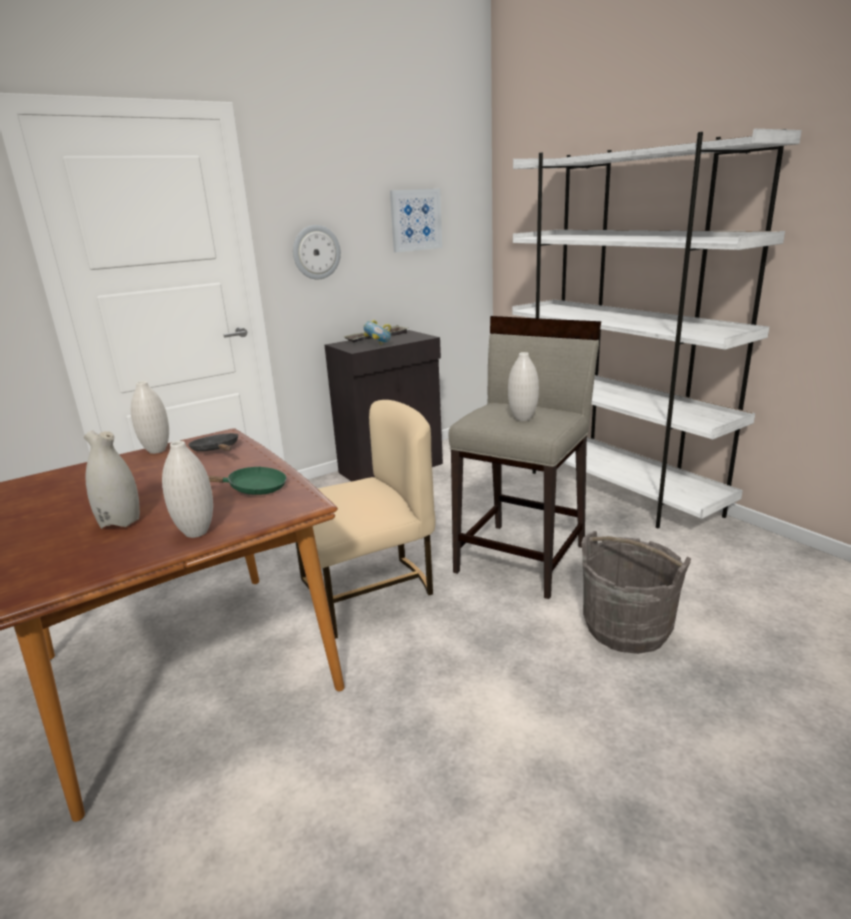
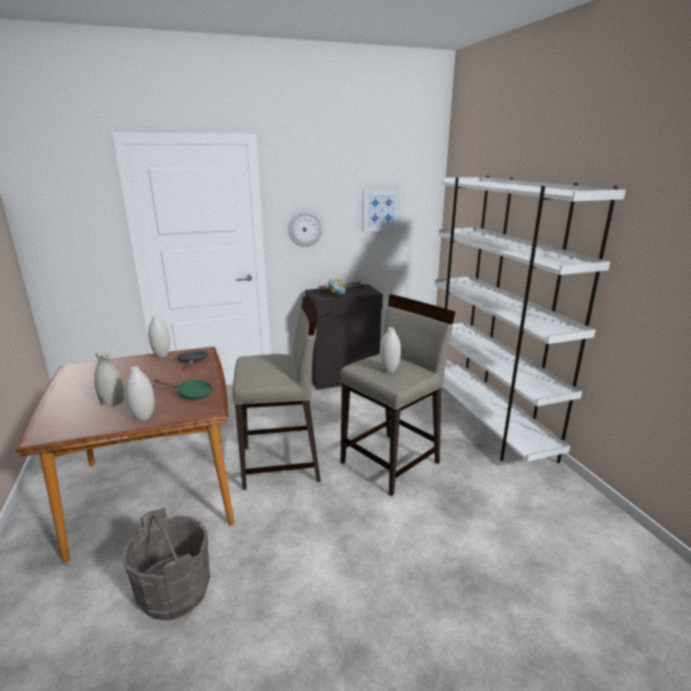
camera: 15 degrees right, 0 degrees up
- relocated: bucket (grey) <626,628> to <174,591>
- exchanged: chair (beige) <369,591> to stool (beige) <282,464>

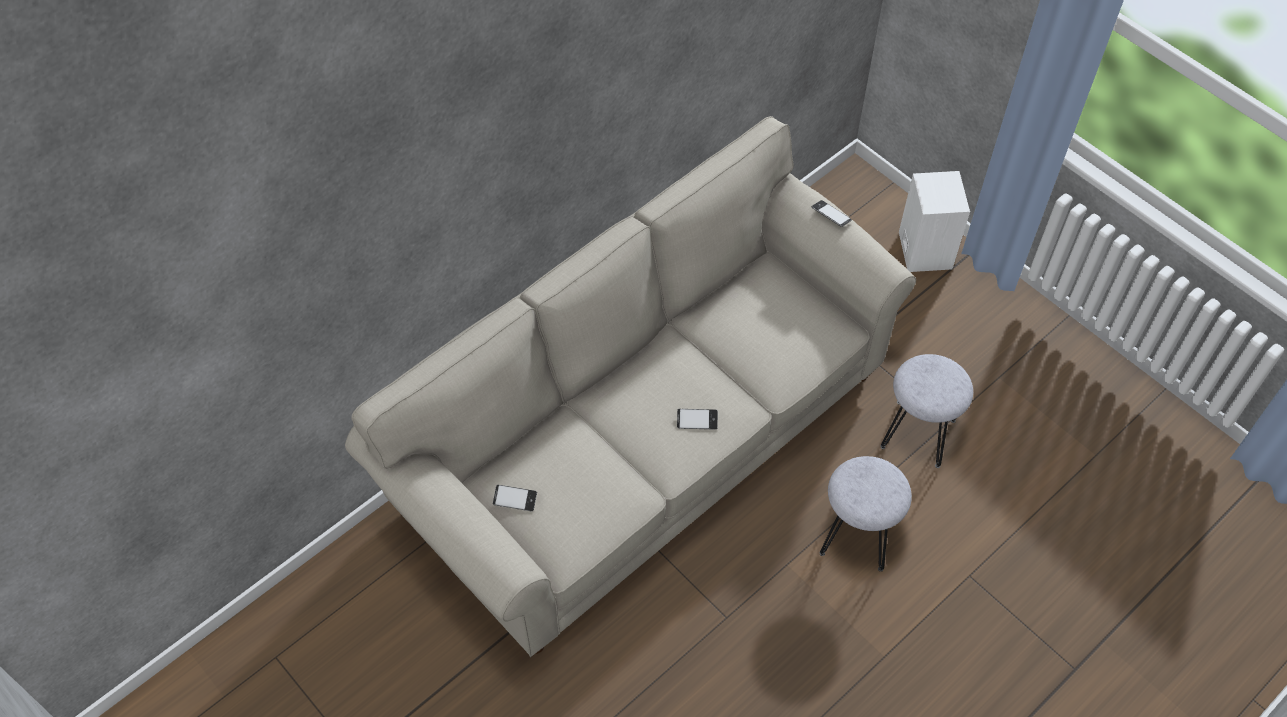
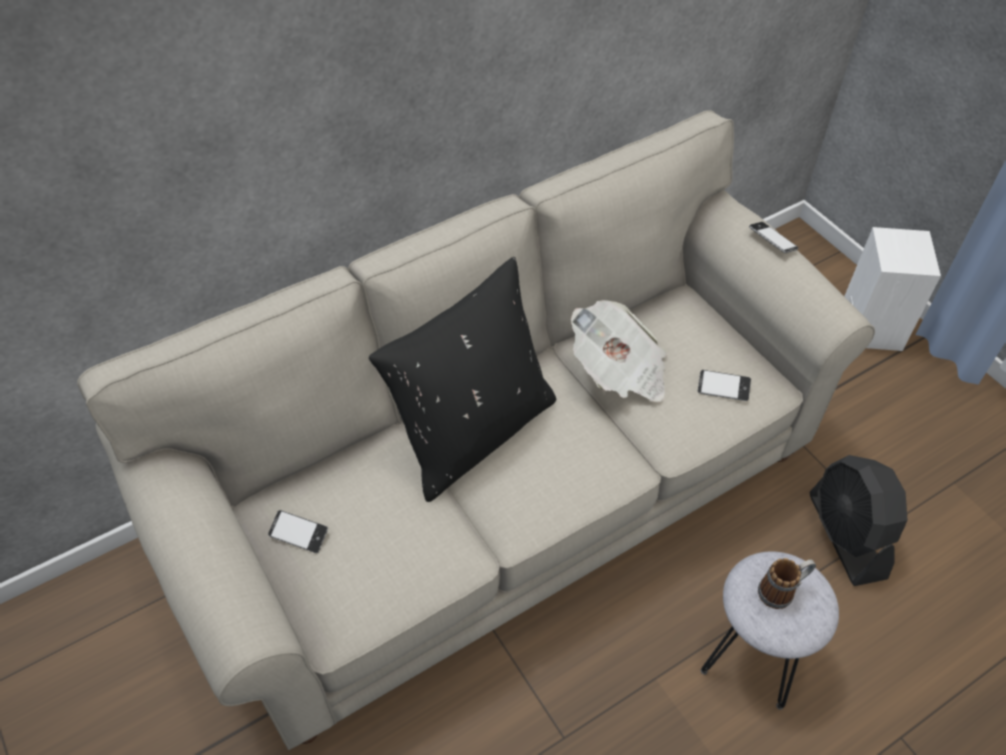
camera: 10 degrees right, 5 degrees down
- appeared: pillow (black) <473,432>
- appeared: newspaper <619,371>
- appeared: mug <782,590>
- relocated: phone <697,421> to <723,388>
- exchanged: stool (grey) <918,434> to fan (black) <846,536>

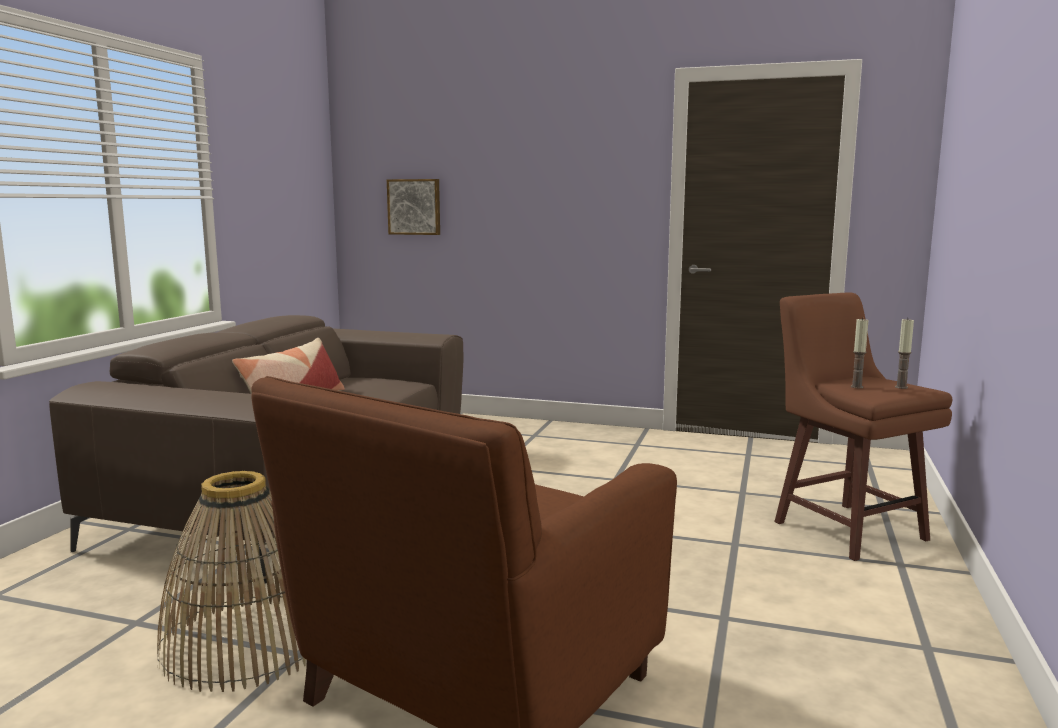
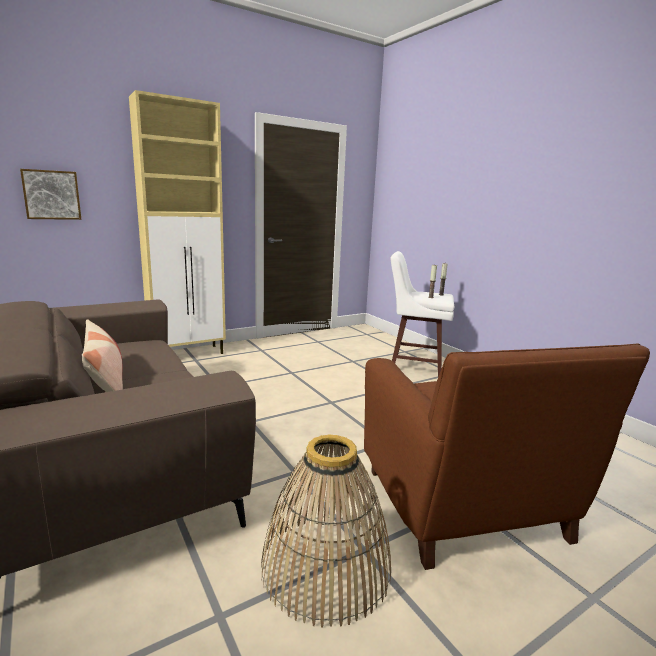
camera: 50 degrees left, 5 degrees up
- appeared: cabinet (beige) <188,354>
- colour: stool (brown) <847,529> to stool (white) <414,365>

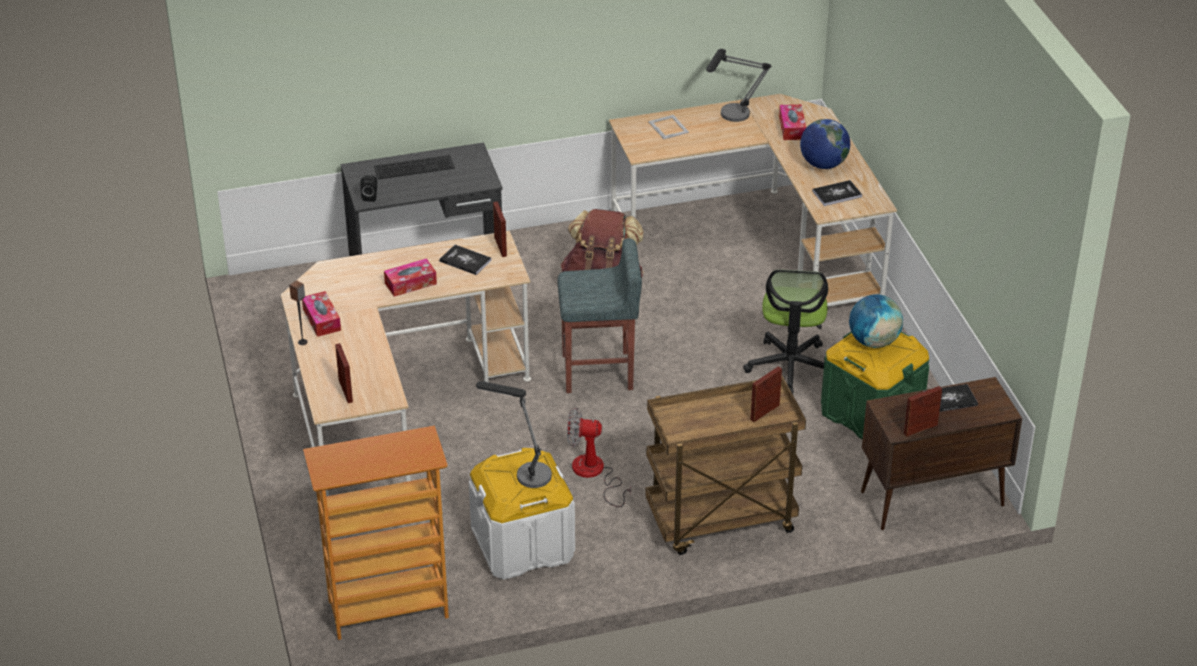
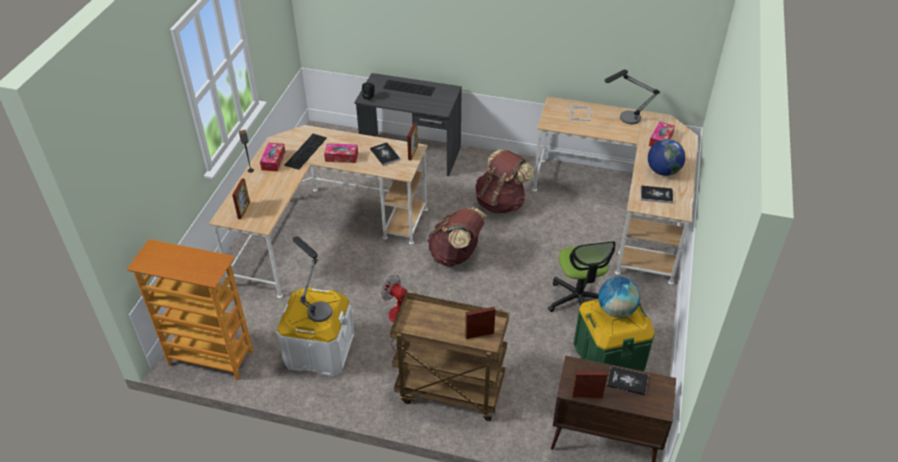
camera: 30 degrees right, 5 degrees up
- appeared: keyboard <305,150>
- exchanged: stool (grey) <599,372> to backpack (brown) <456,255>
- spun: office chair <790,366> = <578,300> 45 degrees counterclockwise

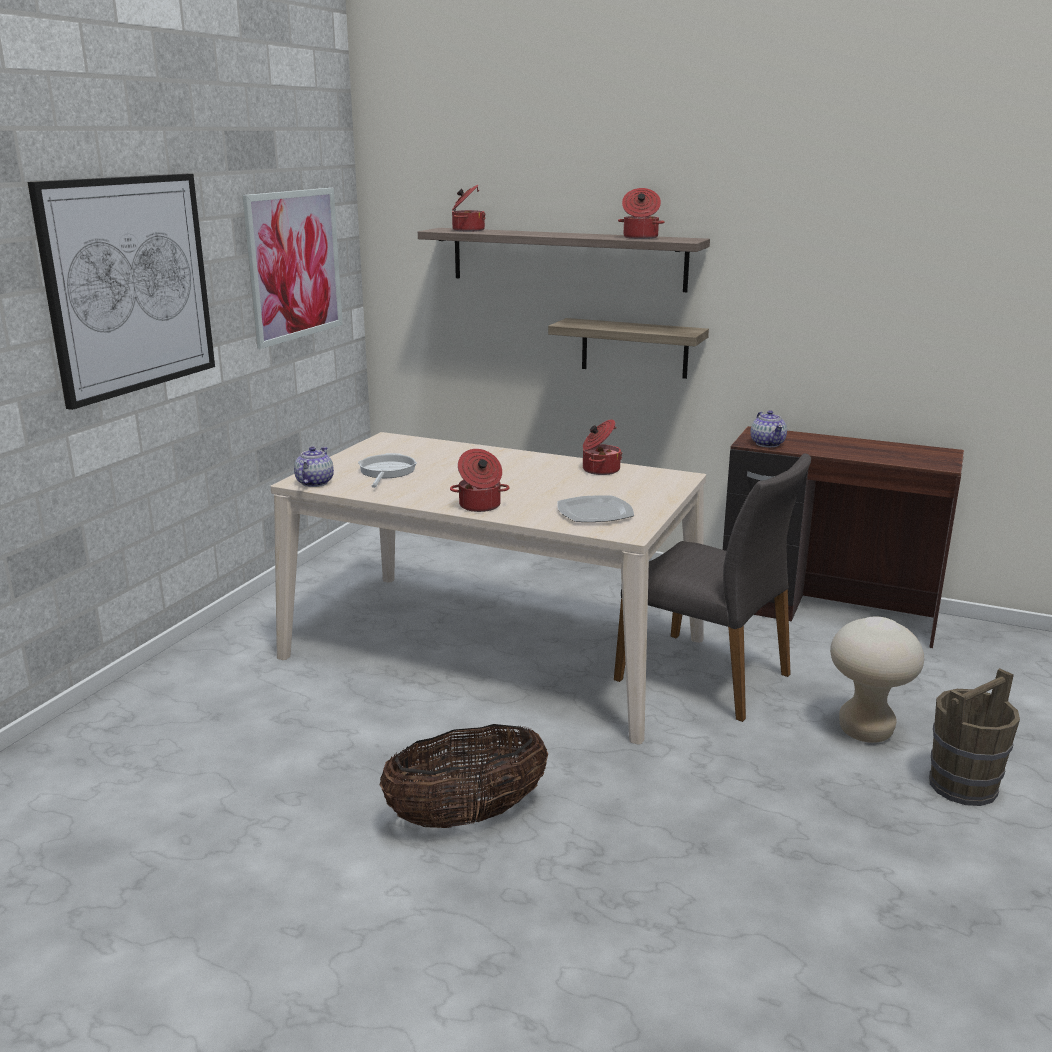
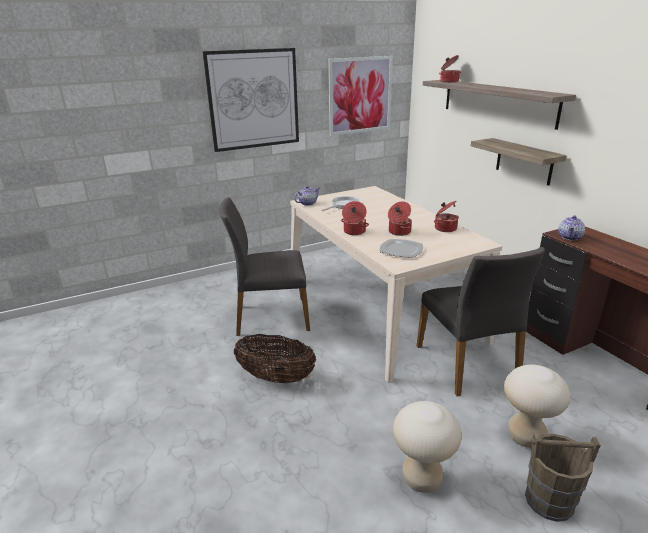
camera: 40 degrees right, 5 degrees up
- appeared: chair (grey) <270,316>
- appeared: stool (beige) <421,479>
- relocated: cooking pot <640,237> to <399,232>

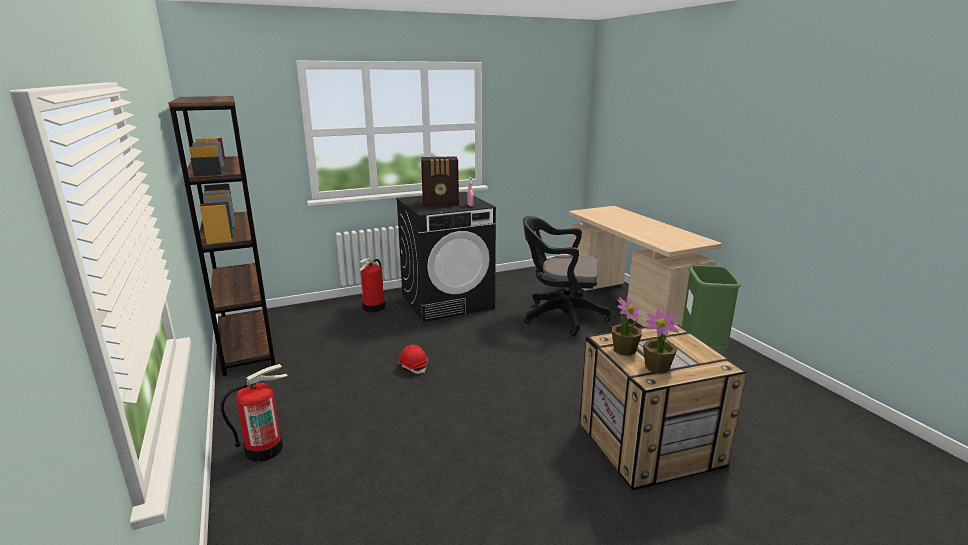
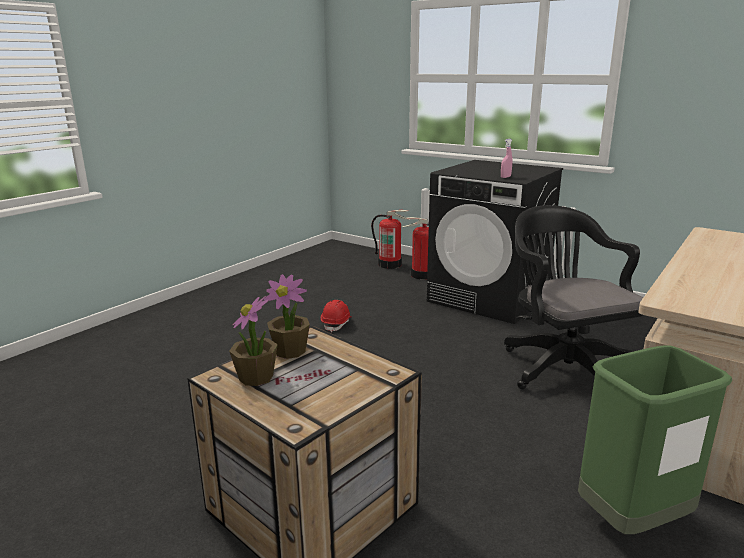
camera: 60 degrees right, 0 degrees up
- missing: bookcase (brown) <247,344>
- missing: radio <441,203>
- relocated: fire extinguisher <264,449> to <390,264>

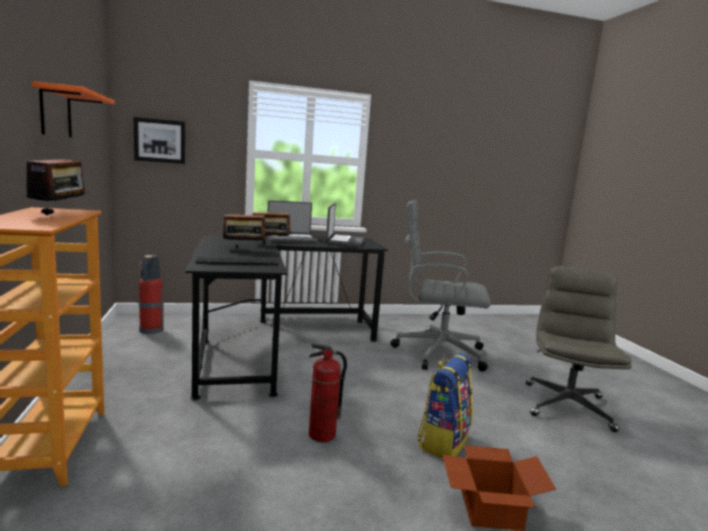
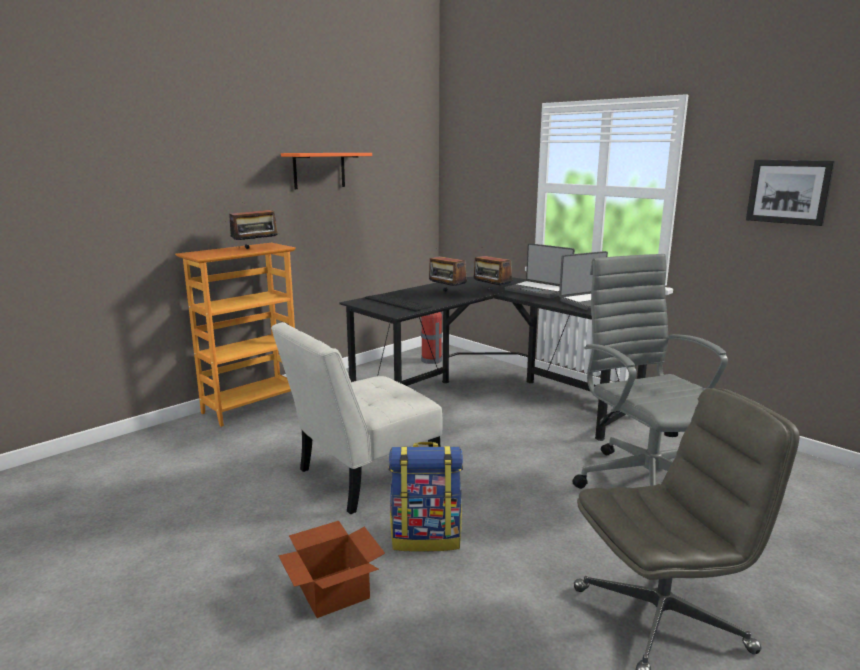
camera: 60 degrees right, 5 degrees up
- relocated: picture <160,141> to <789,191>
- exchanged: fire extinguisher <322,435> to chair (white) <361,477>

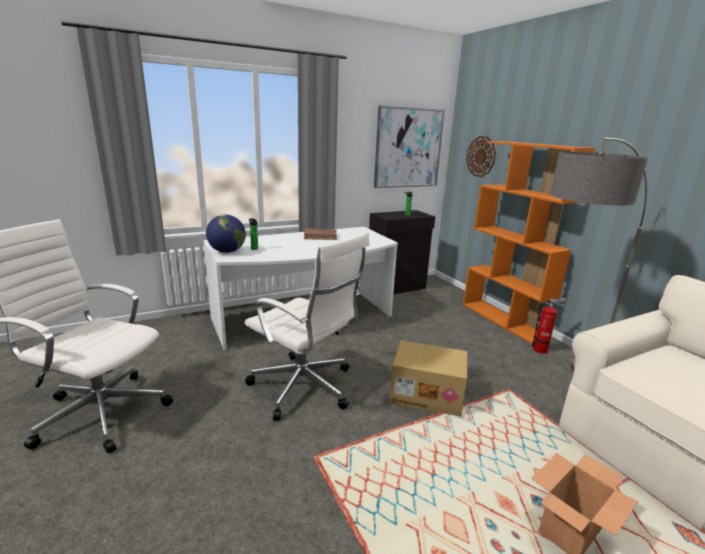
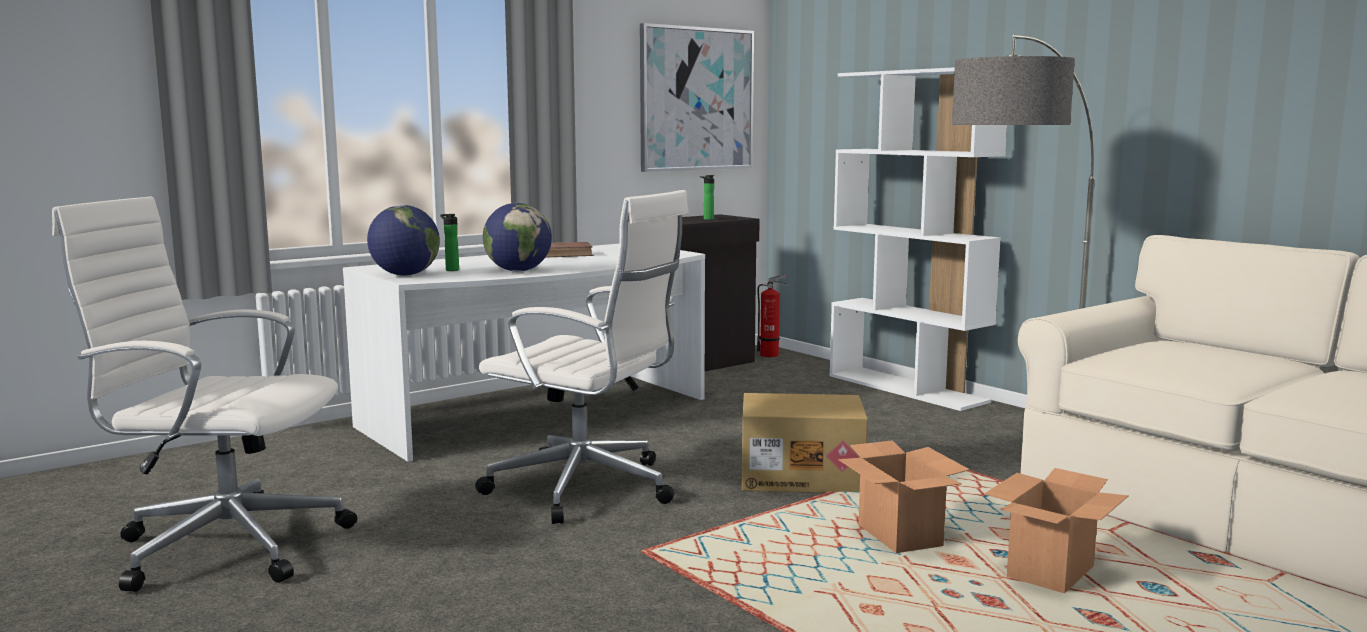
camera: 10 degrees left, 10 degrees down
- missing: wall clock <481,156>
- appeared: globe <518,271>
- appeared: cardboard box <900,537>
- relocated: fire extinguisher <542,350> to <772,355>
- colour: bookcase (orange) <503,320> to bookcase (white) <907,388>

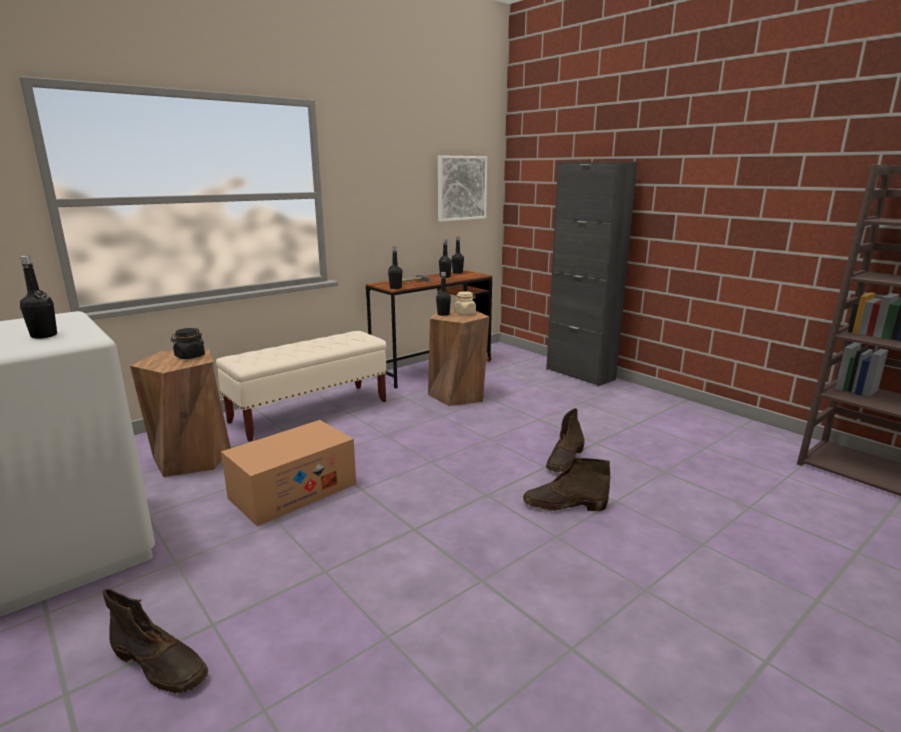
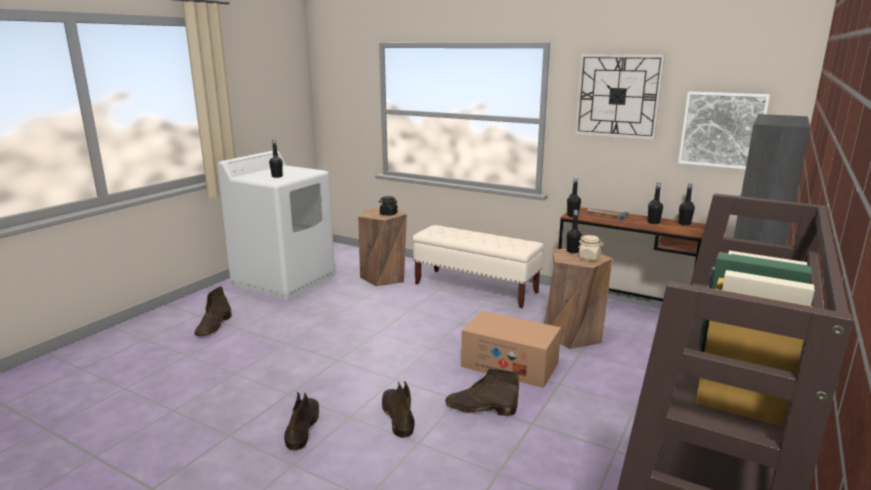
camera: 70 degrees right, 0 degrees up
- appeared: boot (brown) <303,426>
- appeared: wall clock <618,96>
- relocated: cardboard box <293,491> to <509,365>

